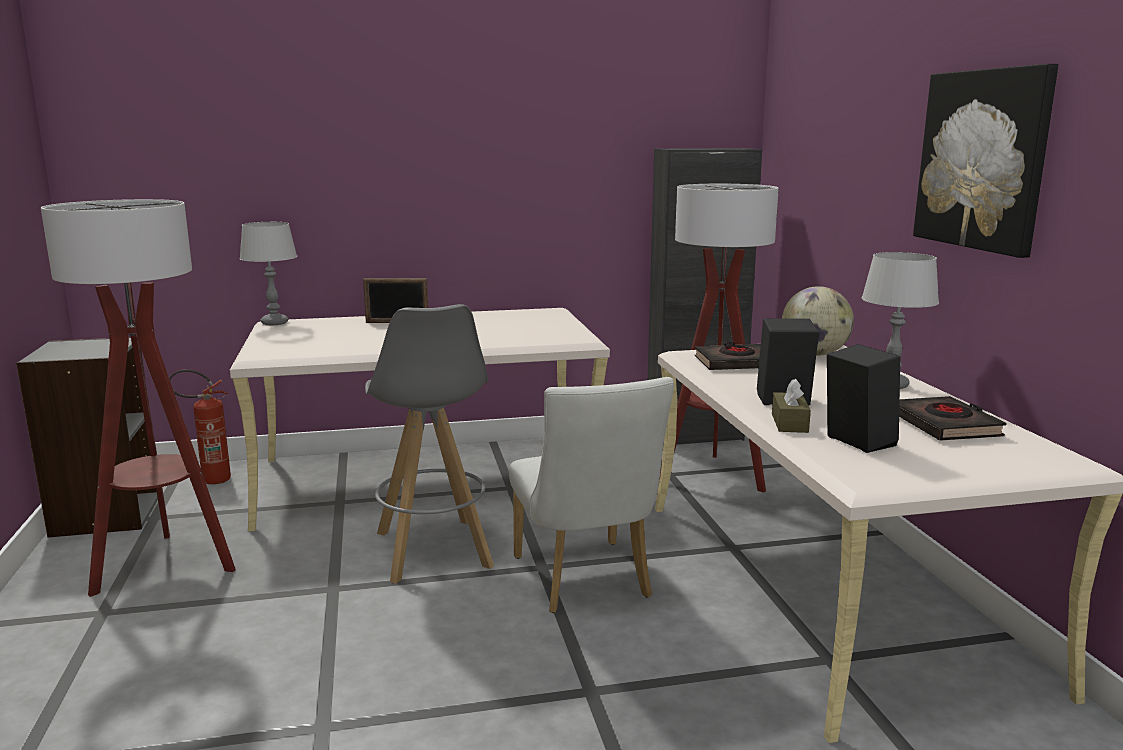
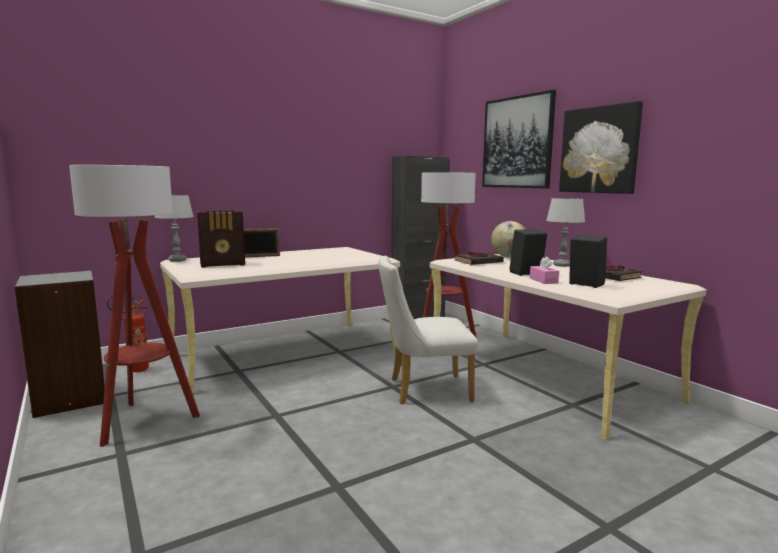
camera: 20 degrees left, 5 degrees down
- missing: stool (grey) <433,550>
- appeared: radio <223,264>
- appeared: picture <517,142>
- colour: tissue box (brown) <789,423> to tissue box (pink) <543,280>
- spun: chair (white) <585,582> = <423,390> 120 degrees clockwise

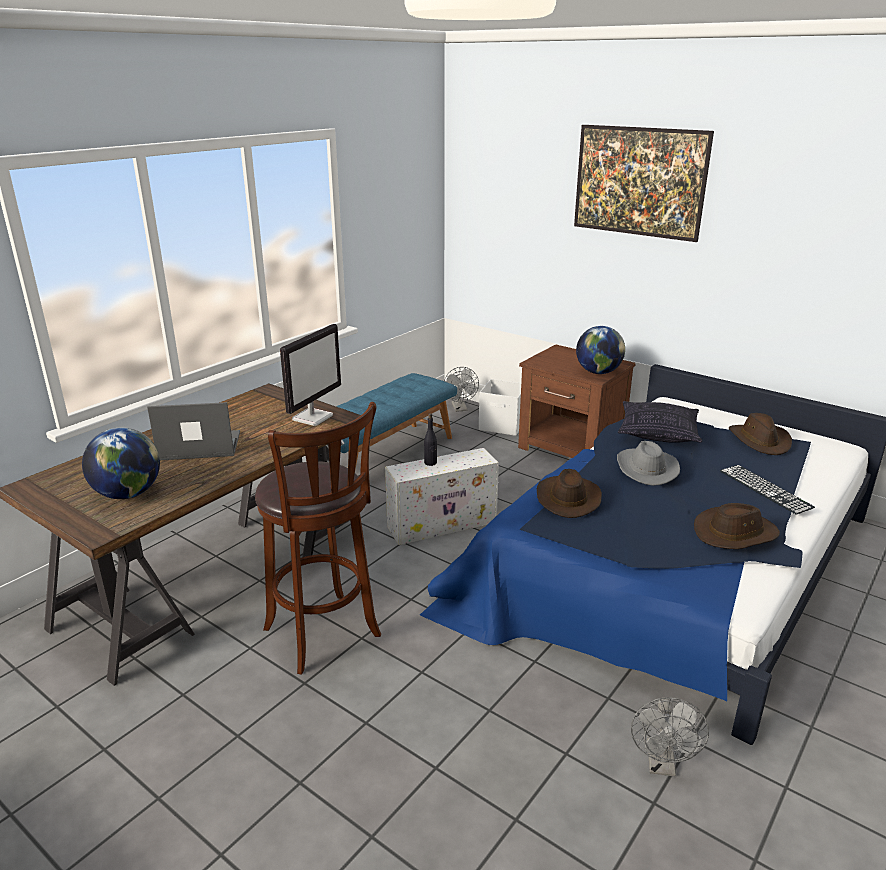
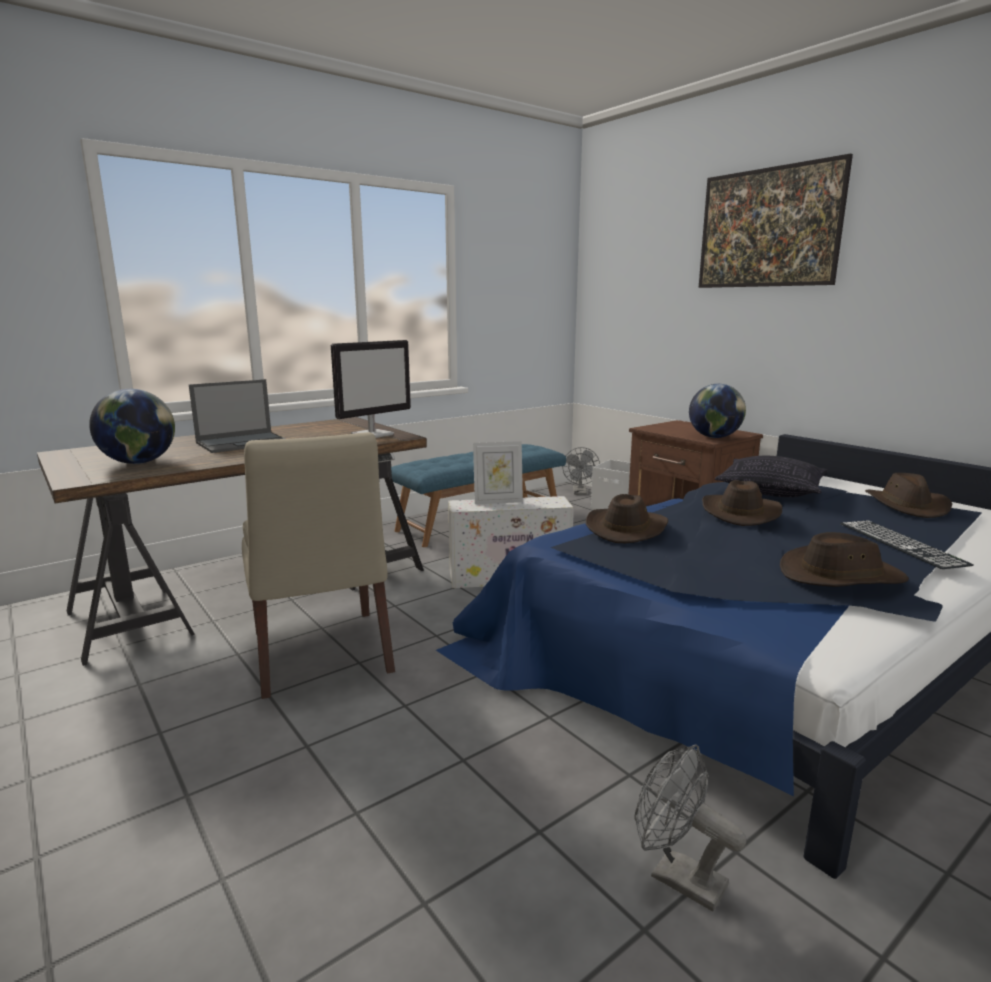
camera: 15 degrees right, 10 degrees down
- exchanged: stool (brown) <325,635> to chair (beige) <322,654>
- exchanged: bottle (black) <430,463> to picture frame <498,501>
- colour: hat (grey) <646,468> to hat (brown) <739,512>
- spun: laptop <199,446> = <244,443> 135 degrees clockwise
- spun: fan (grey) <662,765> = <677,876> 105 degrees clockwise

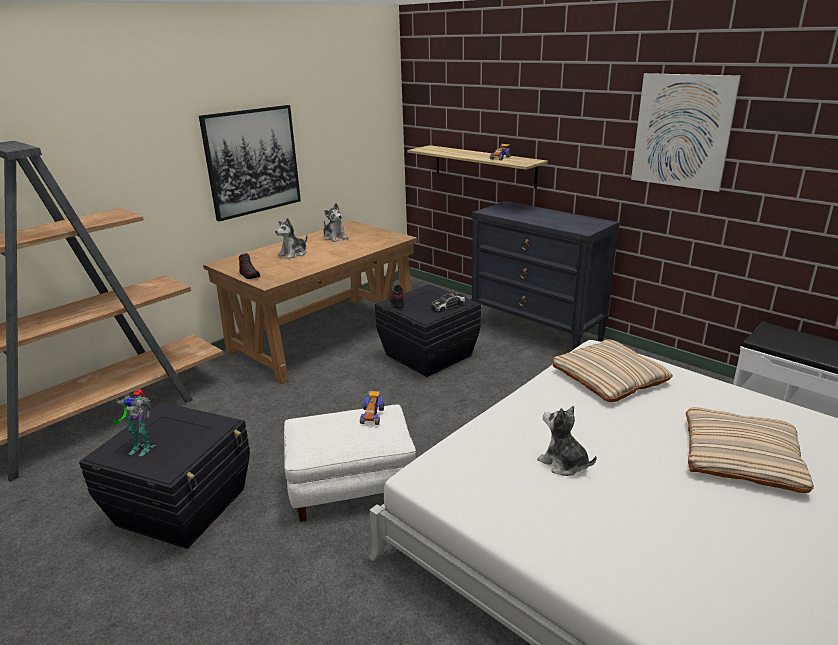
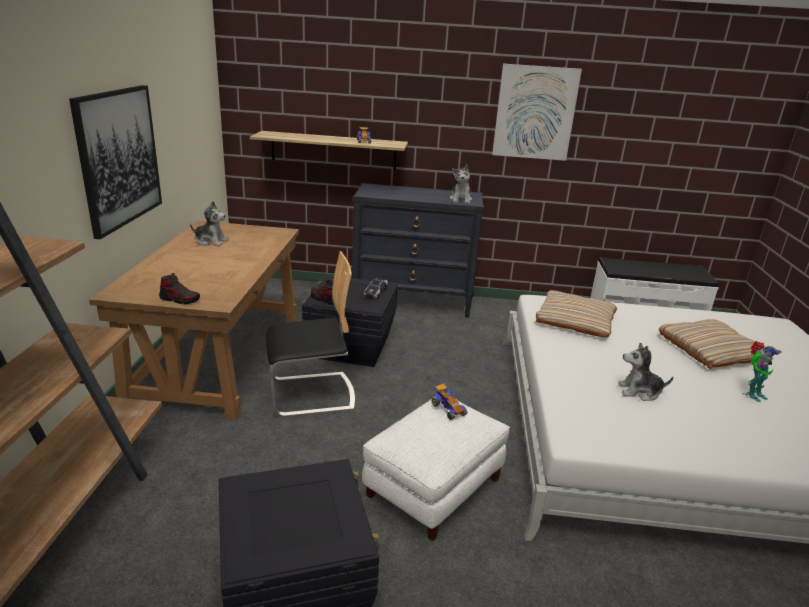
camera: 40 degrees left, 0 degrees up
- appeared: chair <311,394>
- relocated: toy robot <142,447> to <752,394>
- relocated: plush toy <293,254> to <460,199>

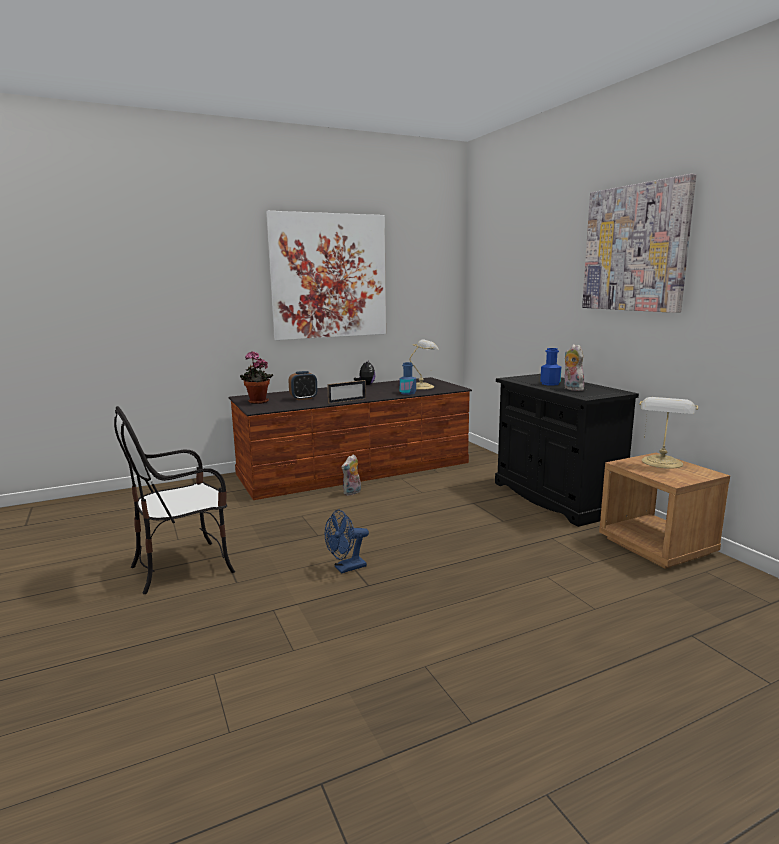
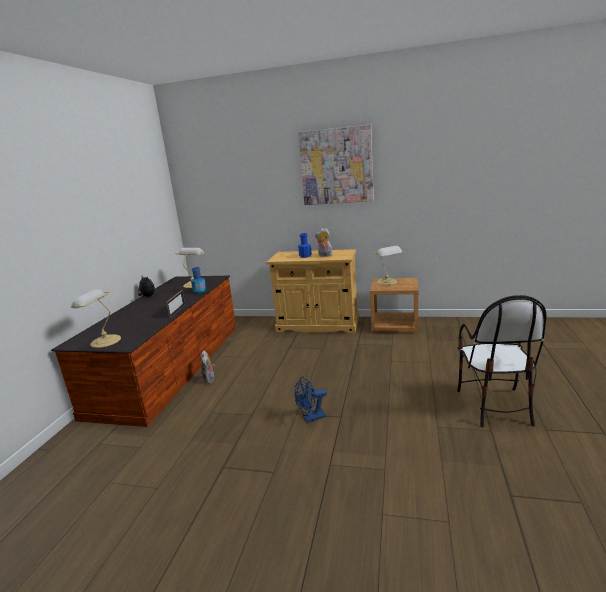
camera: 50 degrees left, 5 degrees up
- missing: picture <329,276>
- missing: alarm clock <303,398>
- relocated: chair <183,567> to <494,406>
- exchanged: potted plant <257,402> to table lamp <104,341>
- colour: cabinet (black) <555,498> to cabinet (beige) <318,325>
- spun: fan (blue) <346,568> = <311,418> 60 degrees clockwise

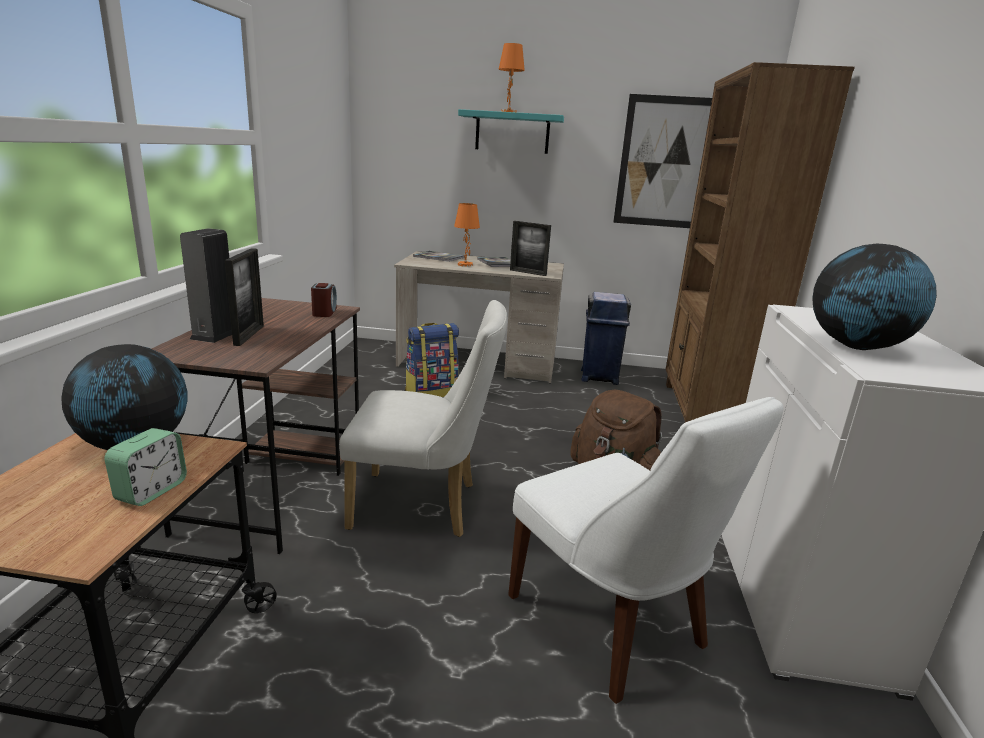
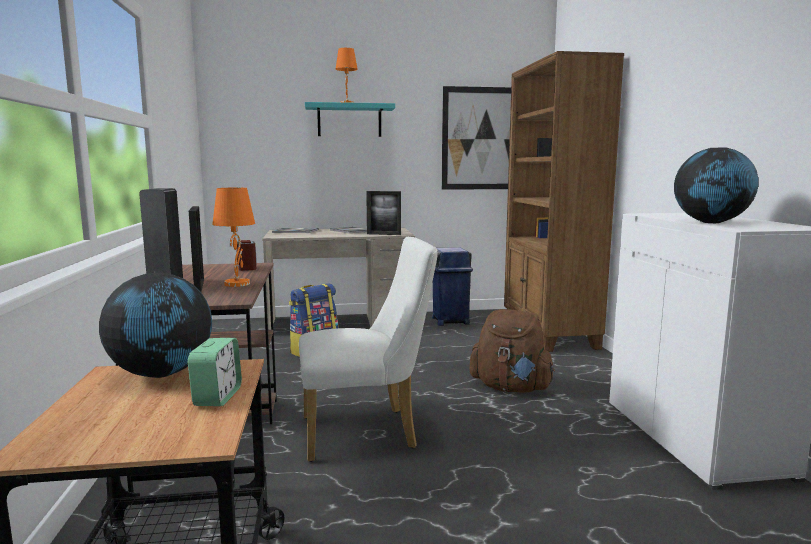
camera: 15 degrees left, 10 degrees down
- missing: chair (white) <611,626>
- relocated: table lamp (orange) <465,265> to <237,284>

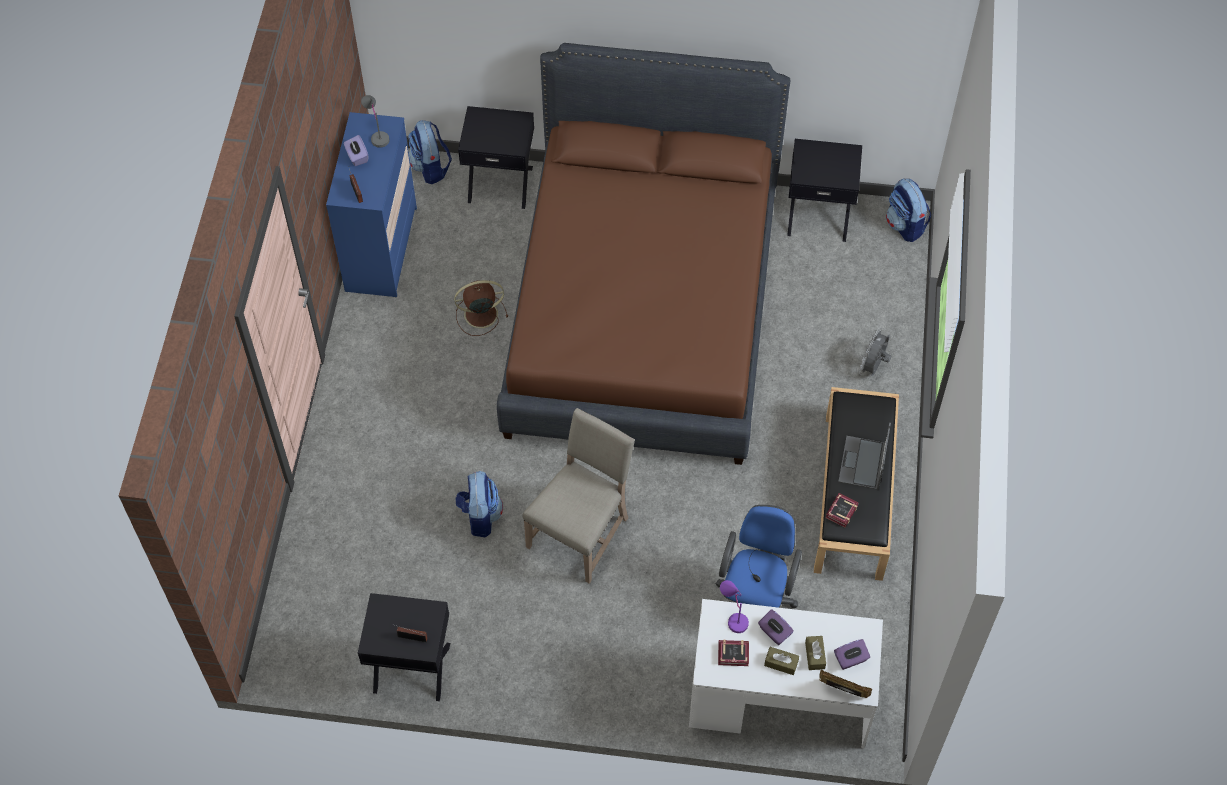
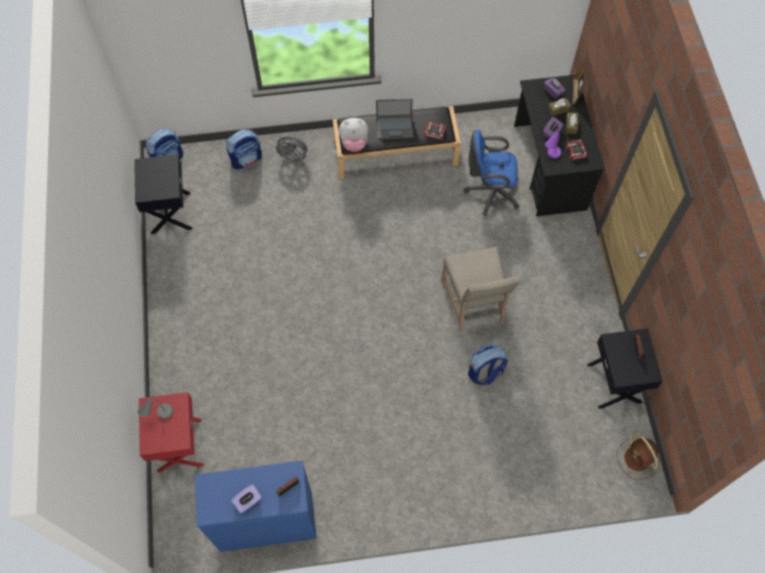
camera: 105 degrees left, 5 degrees up
- missing: bed (brown) <643,311>
- appeared: plush toy <354,143>
- relocated: table lamp (grey) <377,134> to <159,416>
- relocated: backpack <431,168> to <246,159>
- relocated: fan (brown) <479,314> to <637,460>
- colour: nightstand (black) <500,183> to nightstand (red) <178,445>
- colour: desk (white) <779,699> to desk (black) <549,167>
- spun: chair (beige) <581,531> = <474,304> 120 degrees counterclockwise

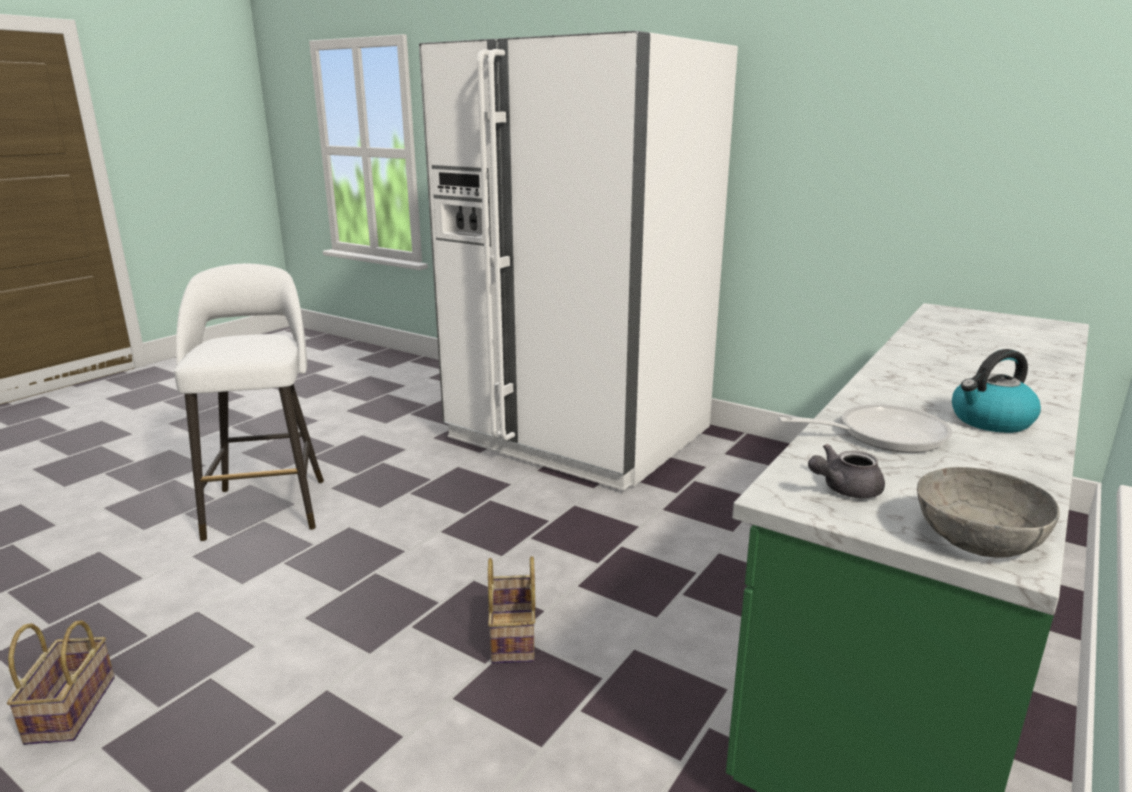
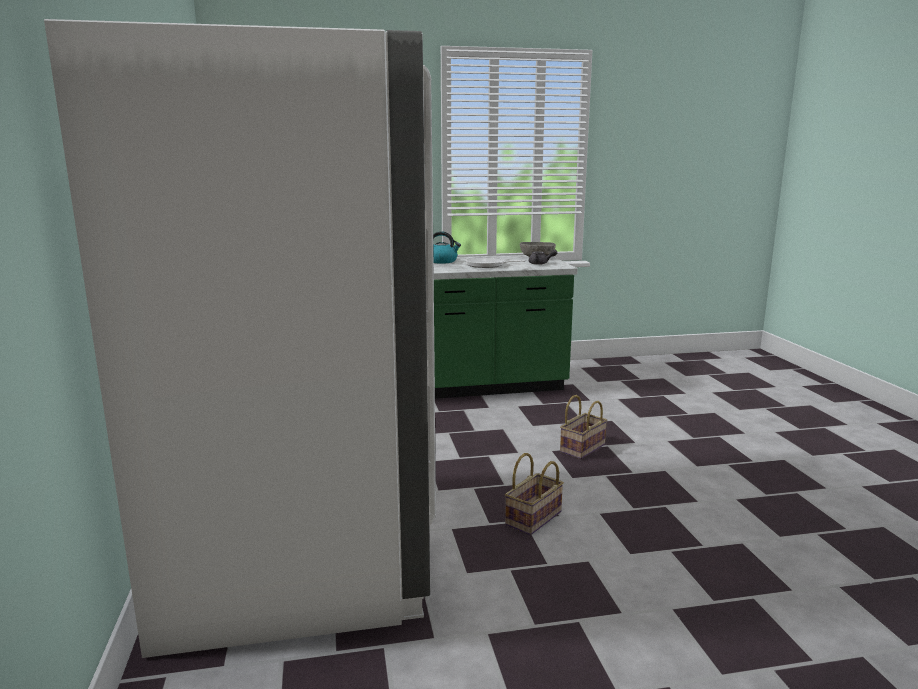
camera: 135 degrees left, 5 degrees down
- missing: stool (white) <268,506>
- relocated: basket <70,708> to <533,519>

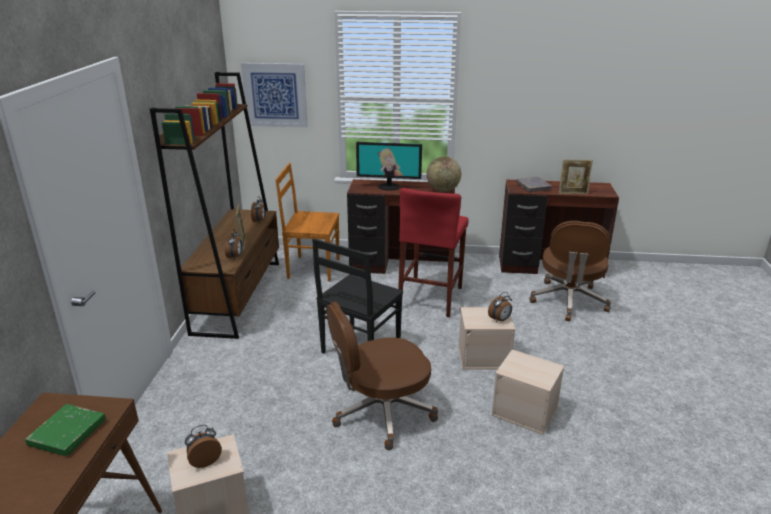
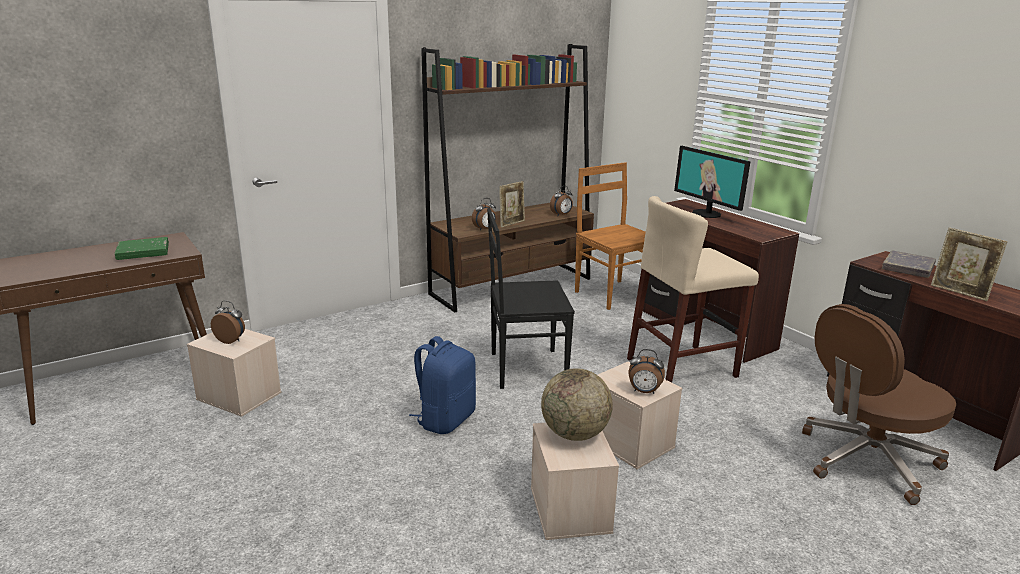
camera: 50 degrees right, 5 degrees down
- missing: picture <275,95>
- relocated: globe <443,190> to <575,434>
- exchanged: office chair (brown) <381,413> to backpack (blue) <445,419>
- colour: stool (red) <430,298> to stool (beige) <682,367>

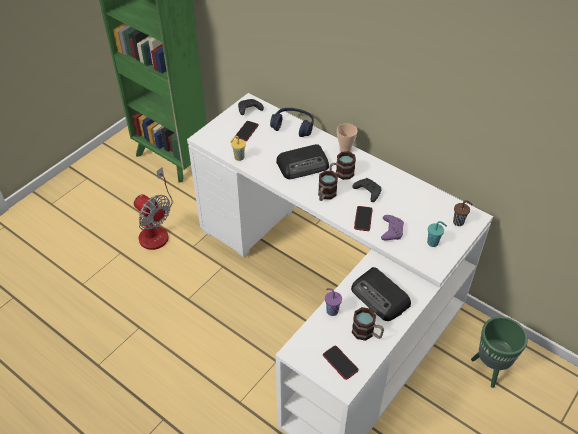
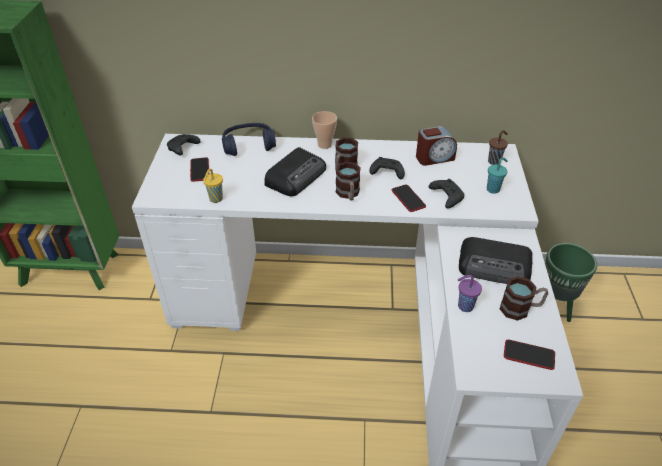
camera: 35 degrees left, 5 degrees down
- missing: fan <156,229>
- appeared: alarm clock <434,158>
- colour: game controller (purple) <391,231> to game controller (black) <446,197>

